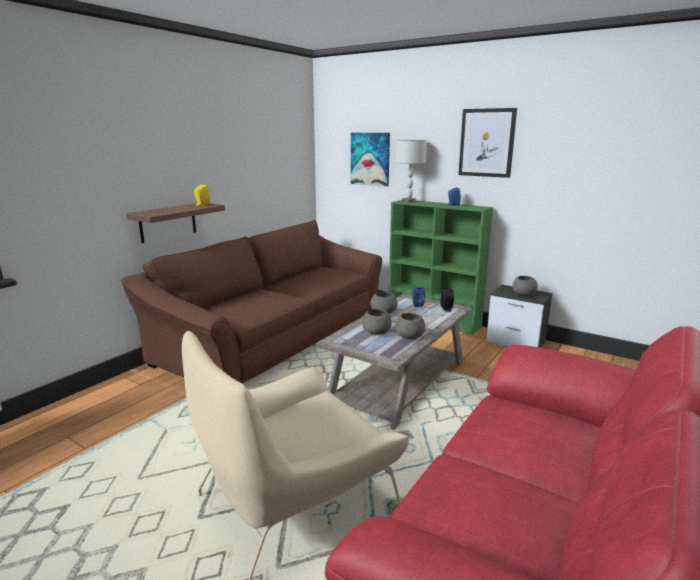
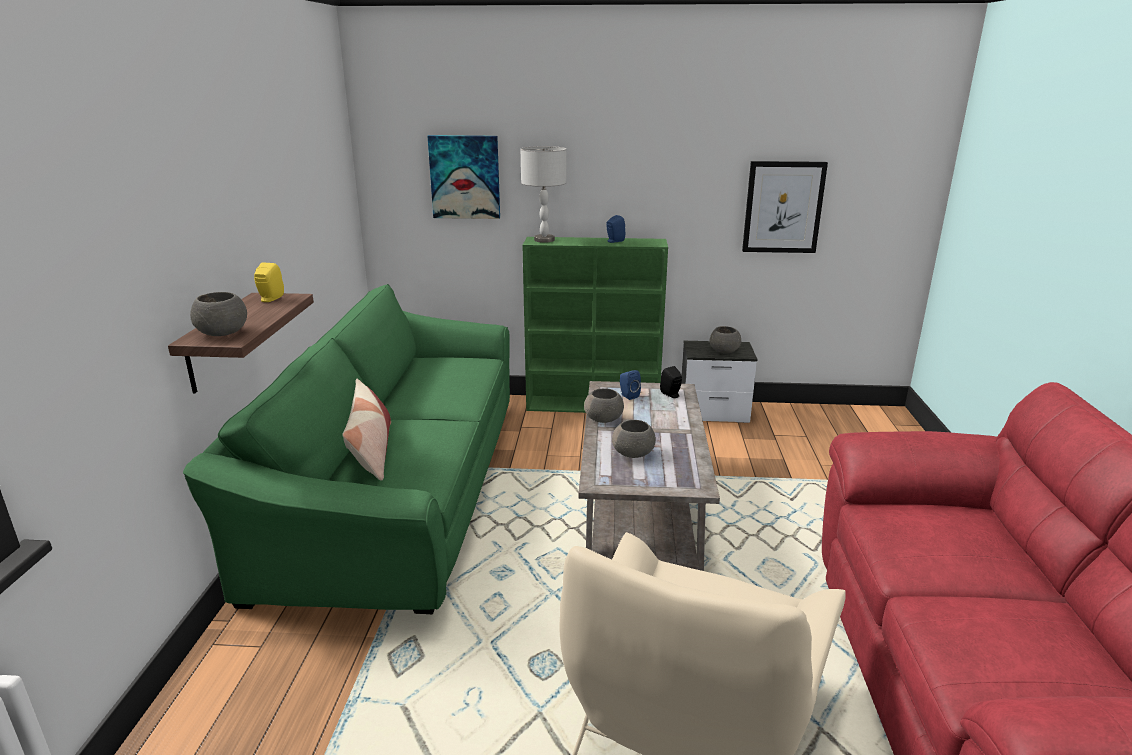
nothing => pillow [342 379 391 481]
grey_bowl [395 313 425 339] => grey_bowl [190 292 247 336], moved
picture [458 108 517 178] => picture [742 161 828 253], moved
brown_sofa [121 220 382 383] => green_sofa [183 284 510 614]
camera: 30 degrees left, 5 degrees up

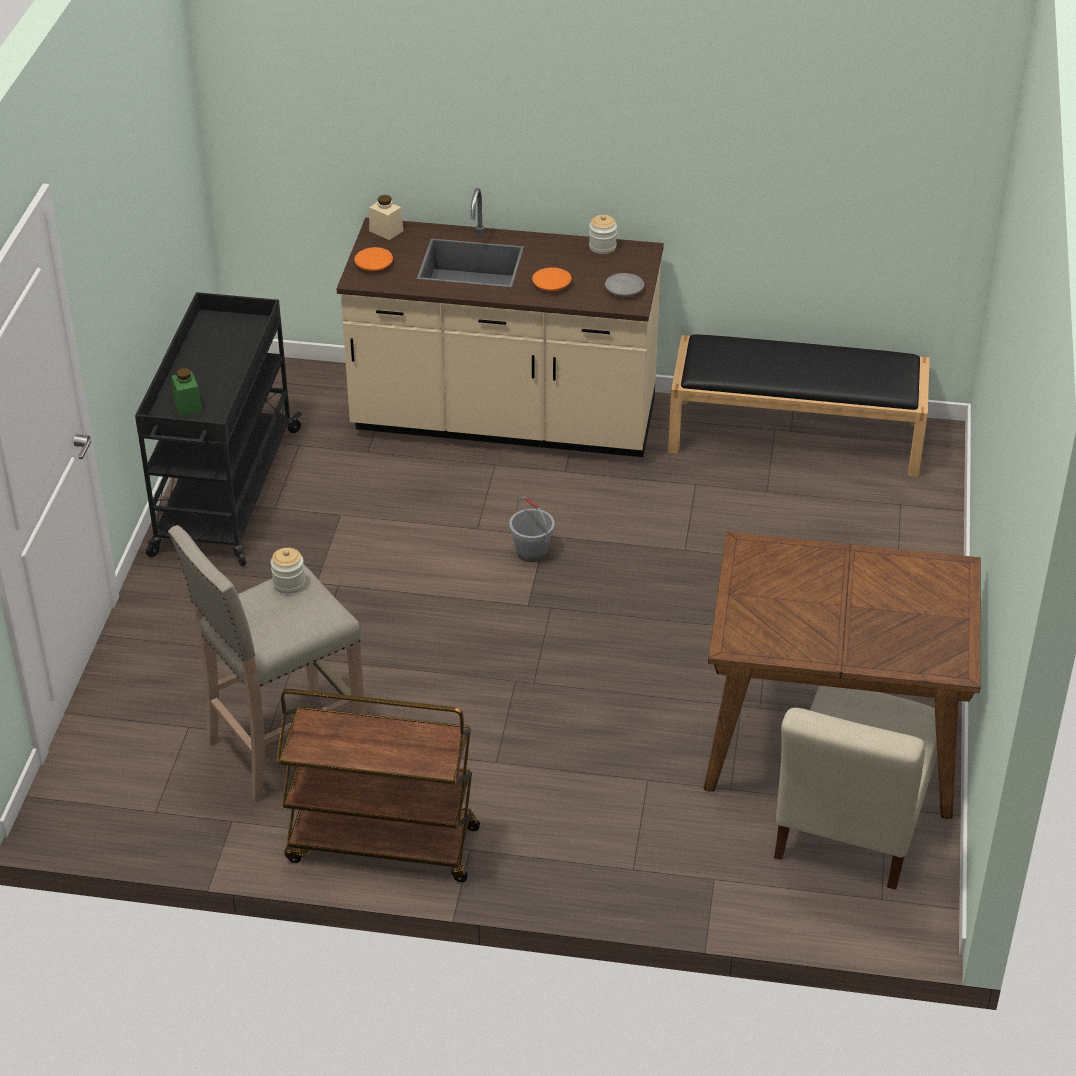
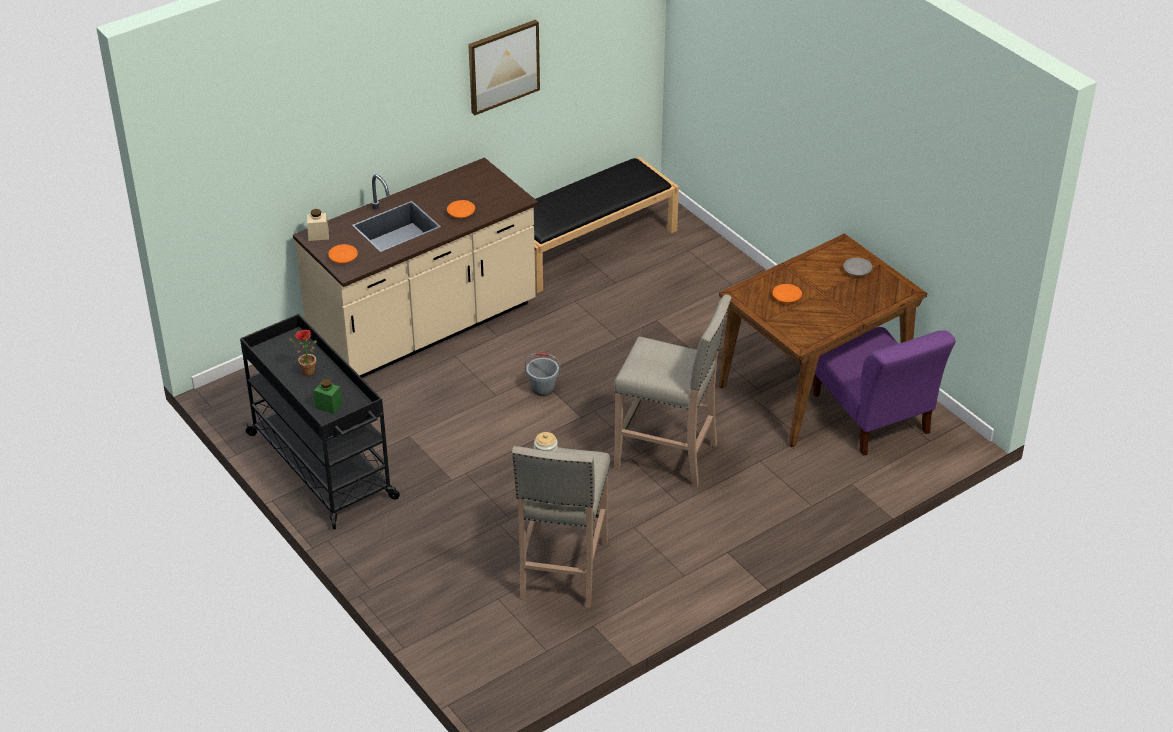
brown_cart [276 689 480 882] => nothing
jar [589 215 617 254] => nothing
nothing => potted_plant [289 330 317 376]
nothing => picture [468 20 540 115]
nothing => beige_stool [614 295 732 487]
nothing => orange_plate [773 284 802 303]
grey_plate [605 273 644 297] => grey_plate [843 258 872 276], moved
beige_chair [774 686 937 890] => purple_chair [813 327 956 456]
camera: 45 degrees left, 0 degrees up

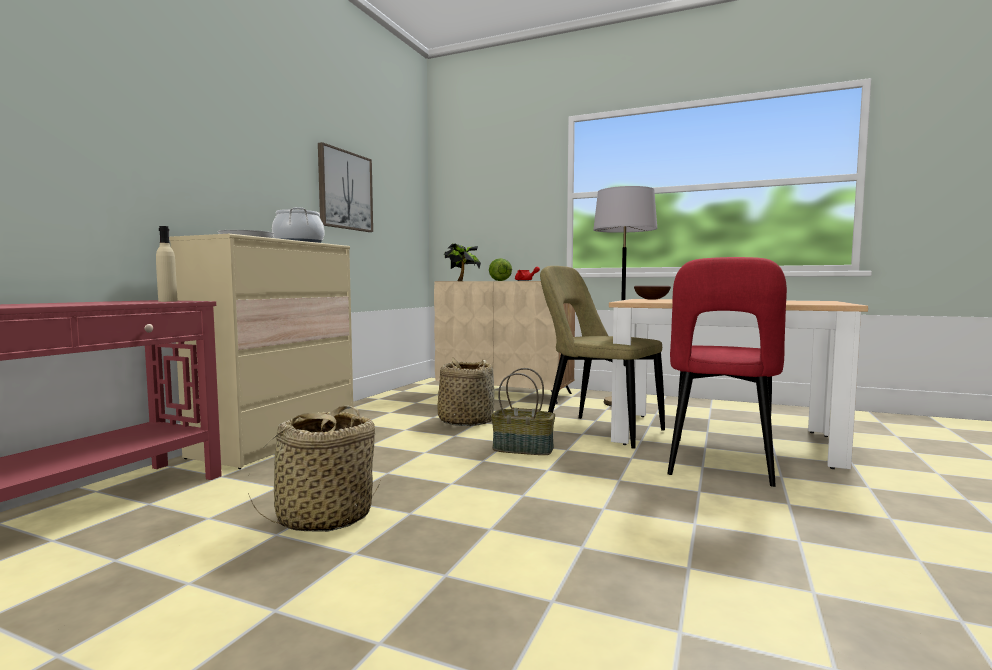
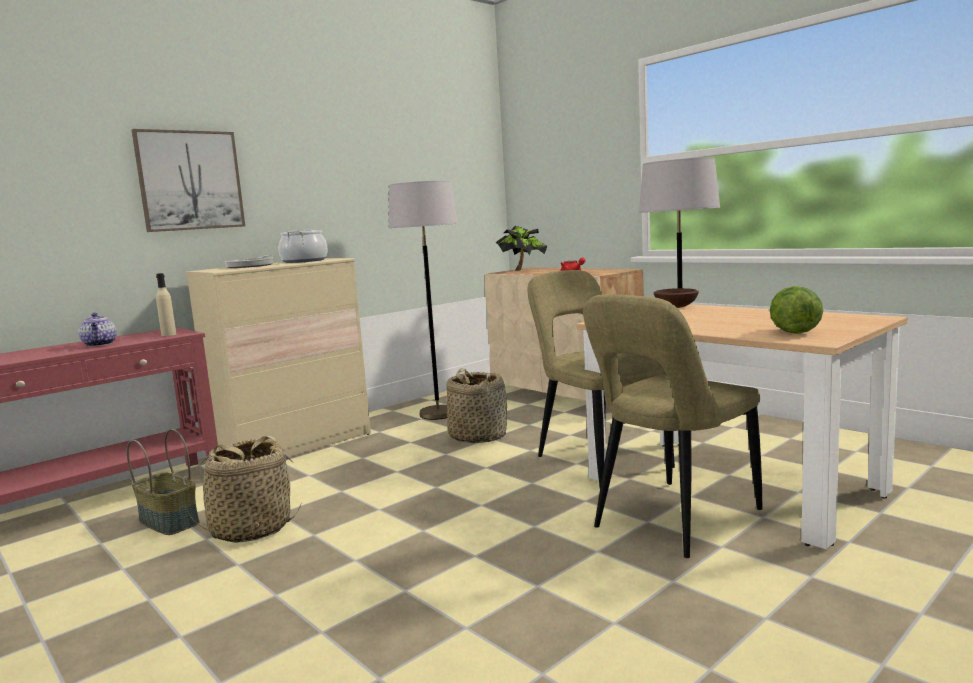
nothing => teapot [79 313 117 347]
nothing => grey_floor_lamp [389 181 458 420]
picture [318 142 373 232] => picture [132 129 245 232], moved
lettuce [489 258 512 281] => lettuce [770 286 823 334], moved
basket [491 368 555 455] => basket [127 429 199 535], moved
red_chair [667 257 787 487] => beige_chair [583 295 763 558]
camera: 25 degrees right, 5 degrees up

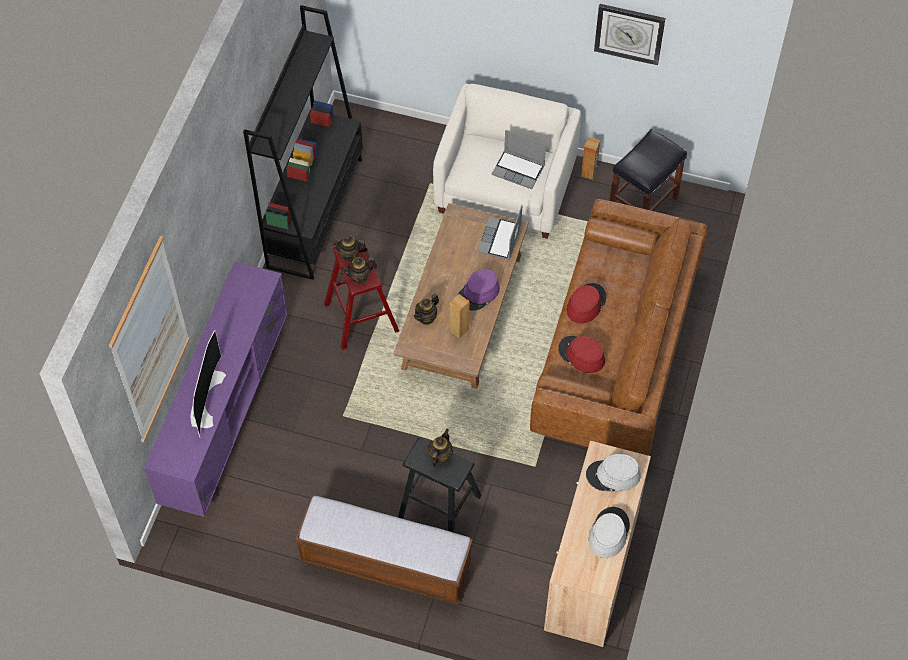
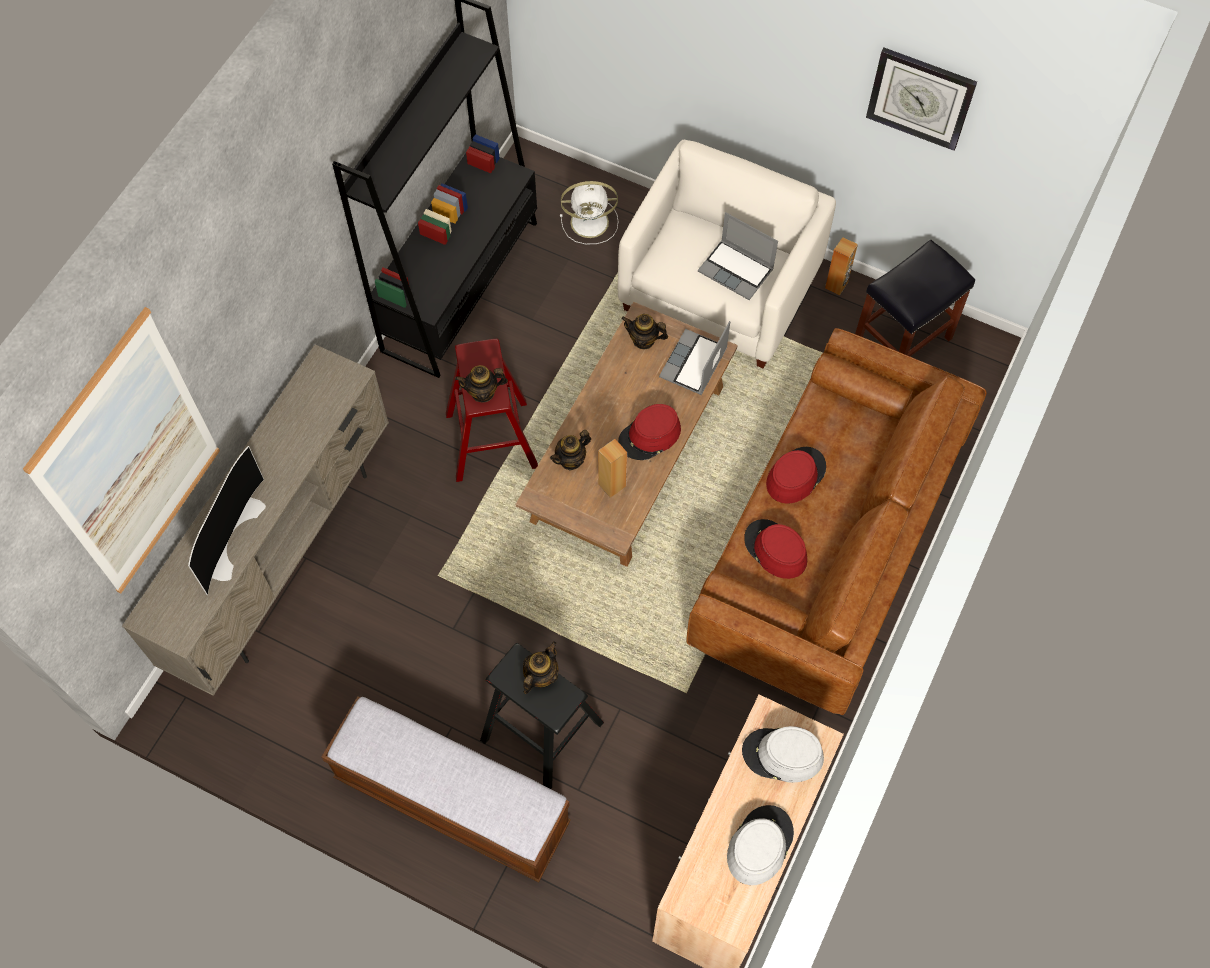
nothing => white_fan [560 181 618 244]
teapot [331 235 368 262] => teapot [622 314 668 350], moved
purple_tv_stand [144 262 288 517] => beige_tv_stand [122 344 389 696]
purple_hat [458 269 500 310] => red_hat [618 404 681 460]
camera: 10 degrees right, 5 degrees up

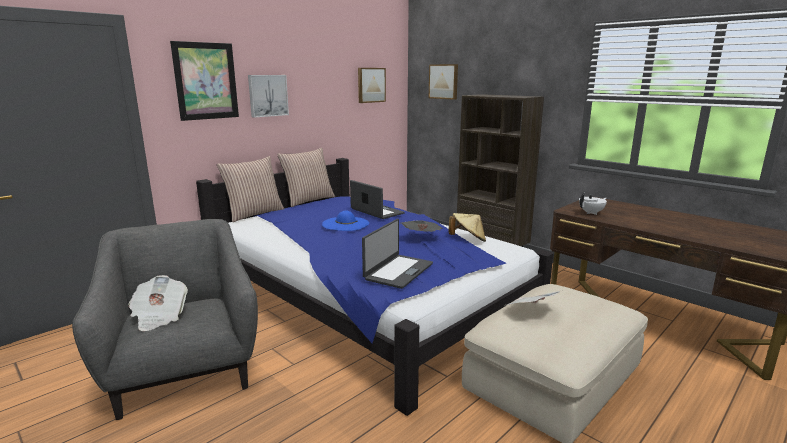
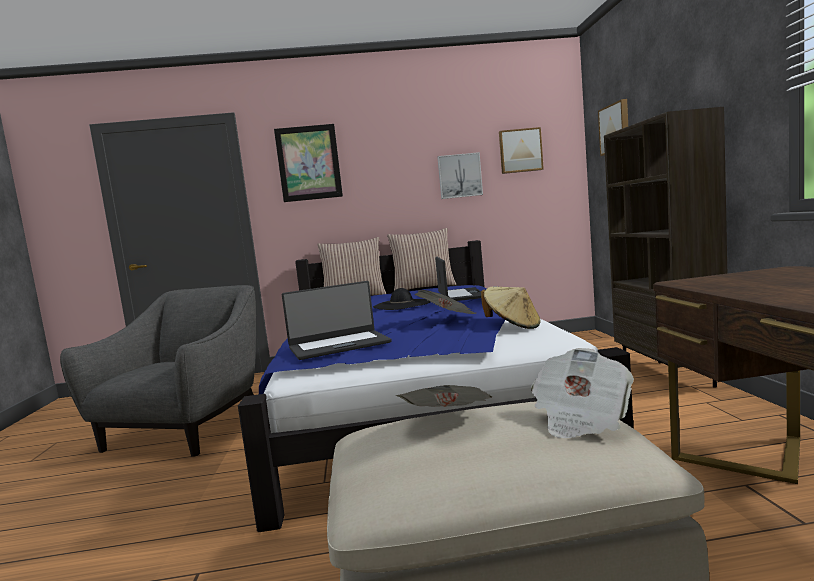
white_teapot [579 193 607 215] => nothing
newspaper [128 275 188 331] => newspaper [531 348 634 438], moved
picture [248 75 289 118] => picture [437 152 483 199], moved
blue_hat [322 210 369 231] => black_hat [373 288 430 310]
camera: 40 degrees right, 10 degrees down

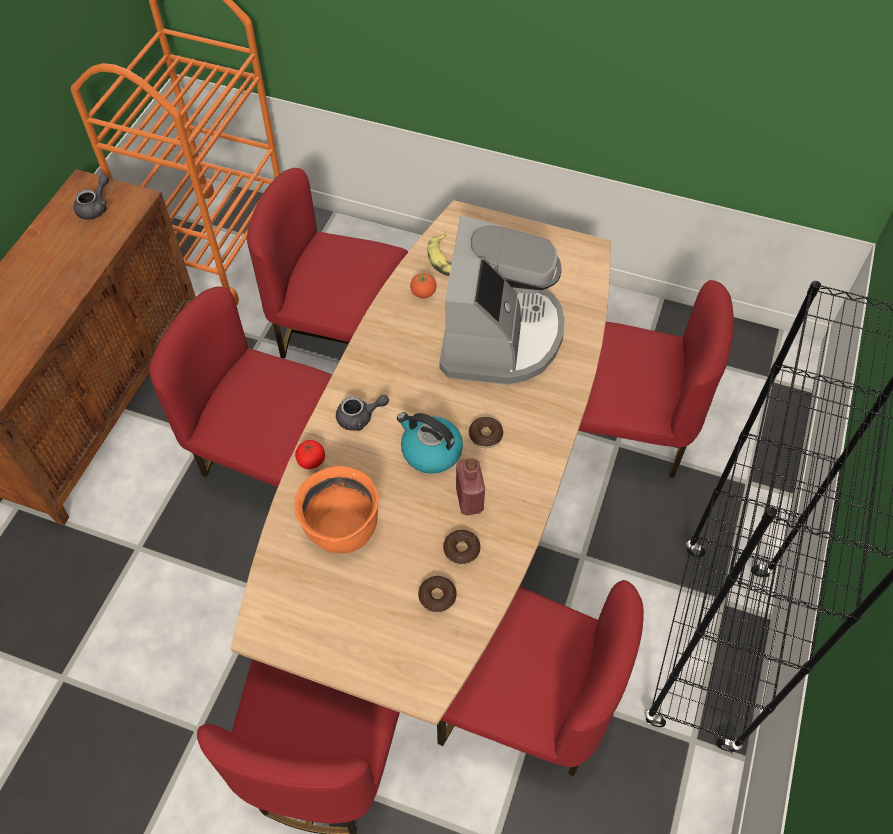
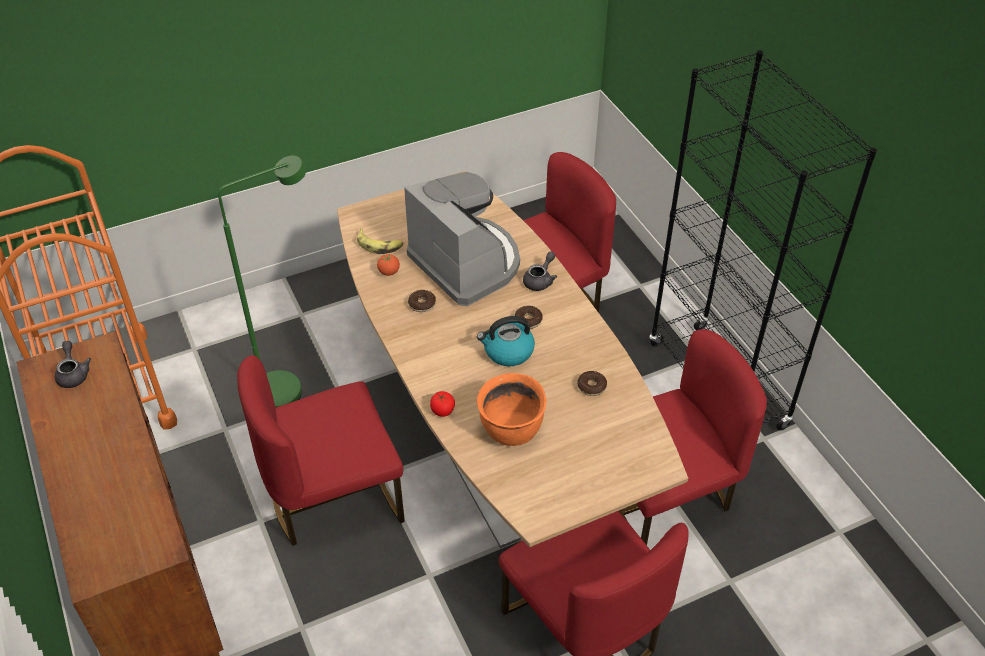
red_bottle [456 458 485 515] => nothing
grey_teapot [336 395 389 431] => grey_teapot [523 251 557 291], moved
donut [418 576 457 613] => donut [408 290 436 312], moved
red_chair [247 168 408 359] => green_floor_lamp [218 155 306 408]
camera: 45 degrees left, 10 degrees down

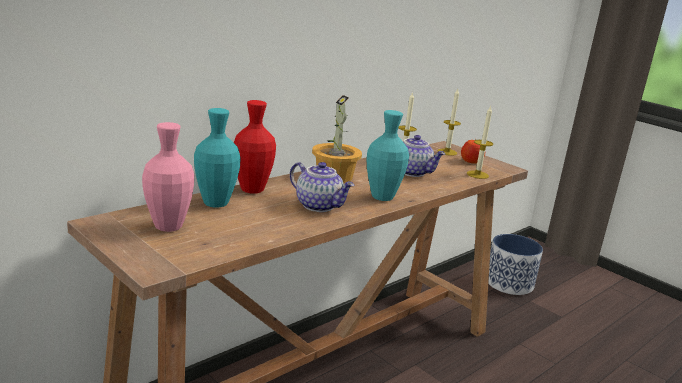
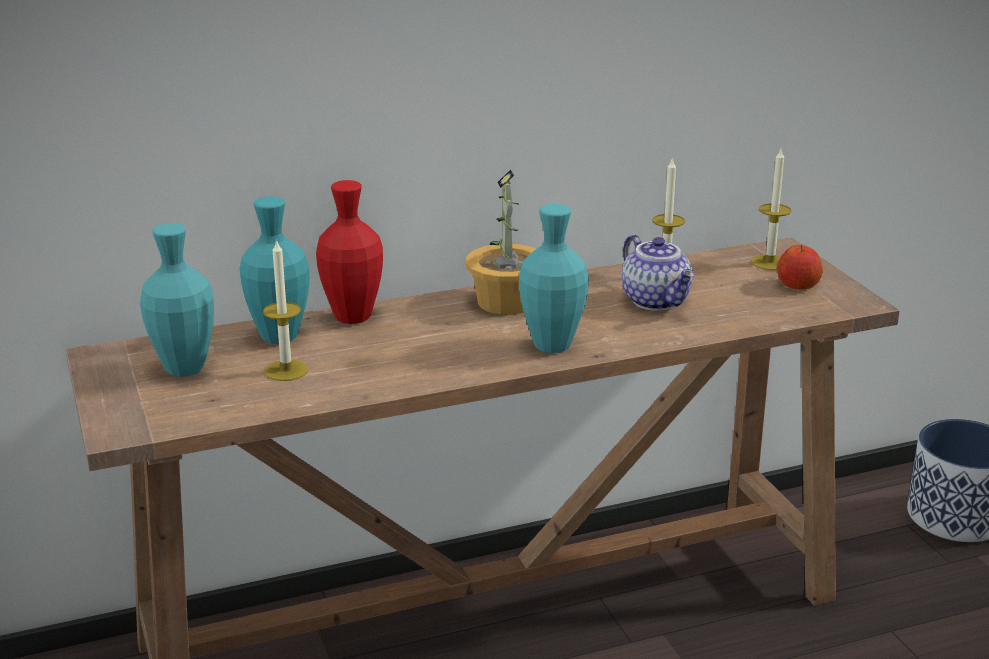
teapot [290 162 354 212] => nothing
candle [467 106 493 179] => candle [263 239 308 381], moved
pink_vase [142 122 194 232] => turquoise_vase [140 223 214 377]
camera: 25 degrees right, 5 degrees up

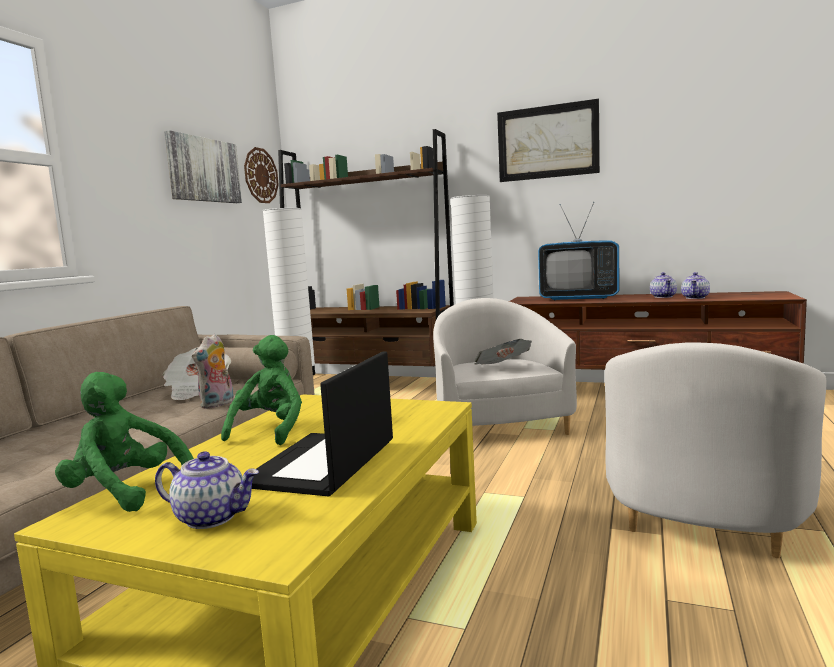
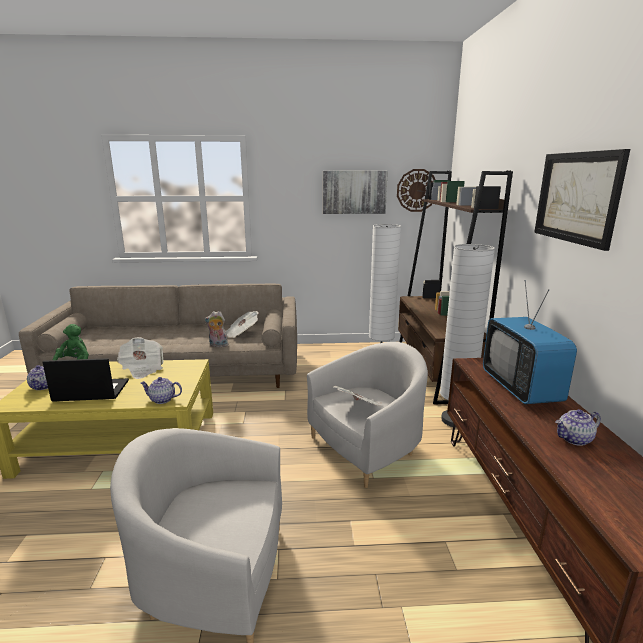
teapot [681 272 710 299] => teapot [140 377 182 404], moved
green_plush_toy [221 335 302 445] => newspaper [117 337 163 379]
camera: 65 degrees right, 10 degrees up

